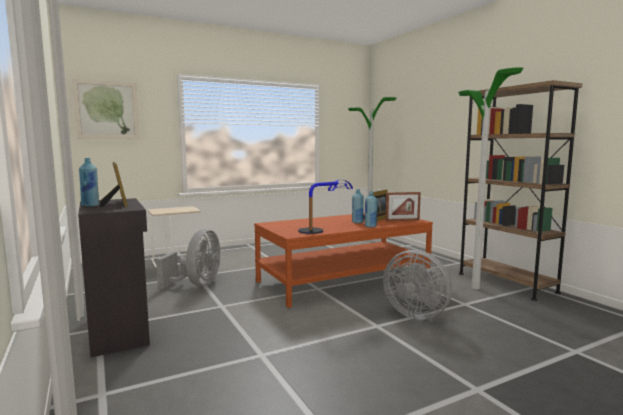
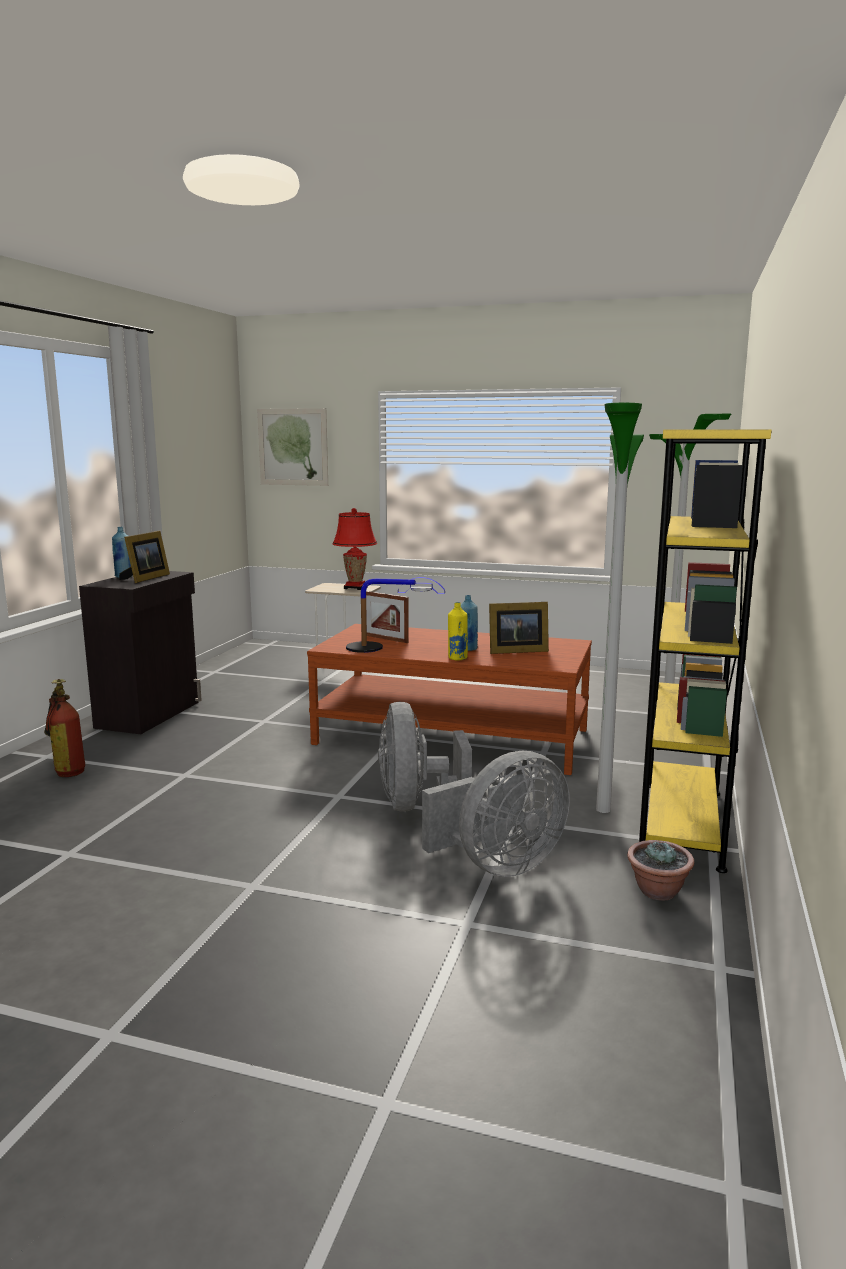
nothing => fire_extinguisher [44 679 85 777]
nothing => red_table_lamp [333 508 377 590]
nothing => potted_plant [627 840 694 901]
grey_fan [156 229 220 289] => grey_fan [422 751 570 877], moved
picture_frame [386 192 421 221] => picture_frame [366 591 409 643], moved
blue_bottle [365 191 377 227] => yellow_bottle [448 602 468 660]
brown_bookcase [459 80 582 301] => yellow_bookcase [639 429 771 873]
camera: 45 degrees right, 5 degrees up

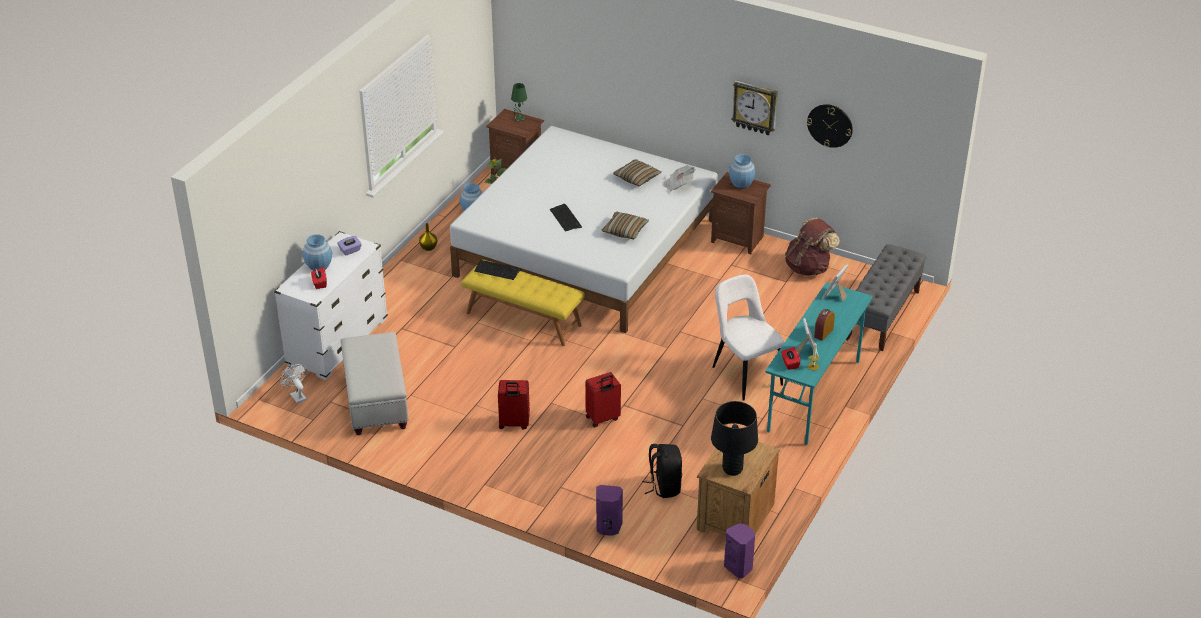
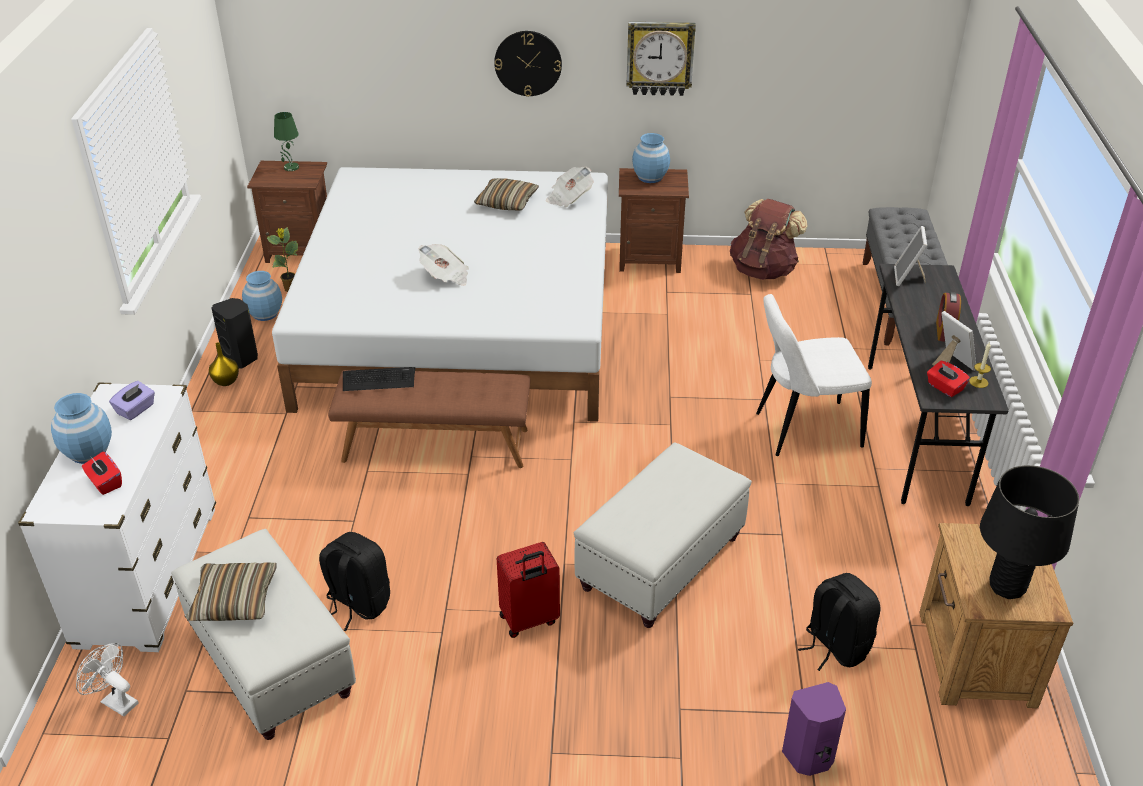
purple_speaker [724 523 755 578] => nothing
nothing => black_speaker [211 298 258 368]
nothing => black_backpack [319 532 390 631]
pillow [602 212 649 239] => pillow [186 562 277 621], moved
wall_clock [807 104 853 148] => wall_clock [494 31 562 97], moved
keyboard [550 204 582 232] => newspaper [418 244 469 286]
red_suitcase [585 372 621 428] => white_ottoman [574 442 752 628]
yellow_bench [461 259 585 346] => brown_bench [328 370 530 468]
turquoise_desk [766 282 873 445] => grey_desk [868 264 1009 506]
white_chair [713 275 784 401] => white_chair [756 294 872 456], 45 degrees counterclockwise
camera: 25 degrees left, 0 degrees up

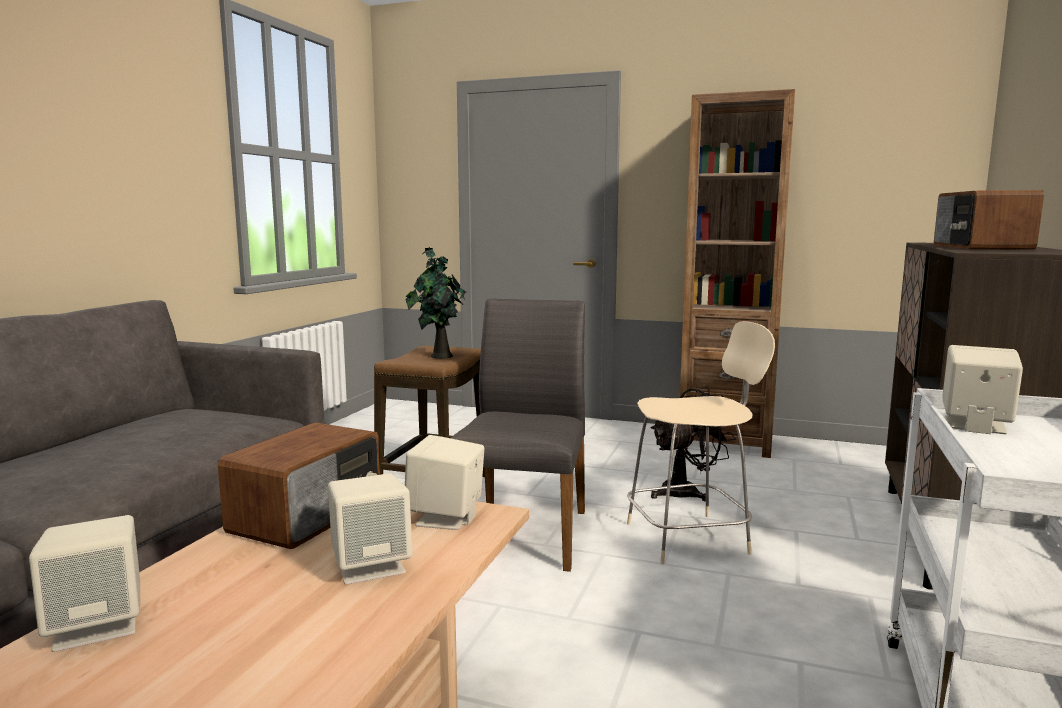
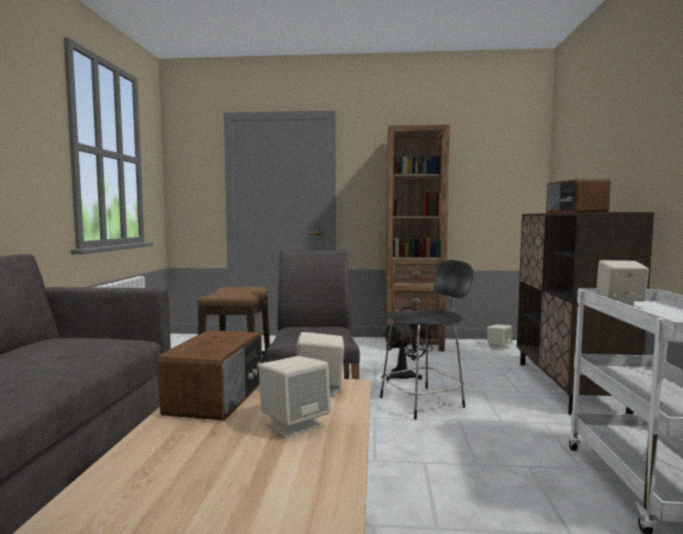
potted_plant [405 247 466 359] => nothing
beige_speaker [29 515 140 652] => beige_speaker [487 324 512 350], moved
beige_chair [627 321 775 564] => black_chair [380 260 473 420]
camera: 15 degrees left, 5 degrees down

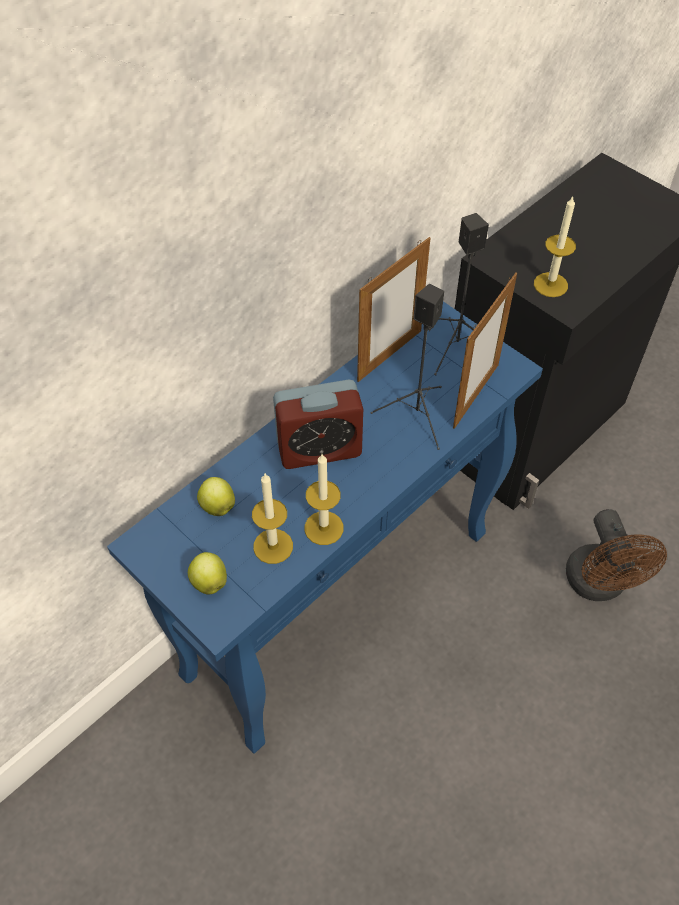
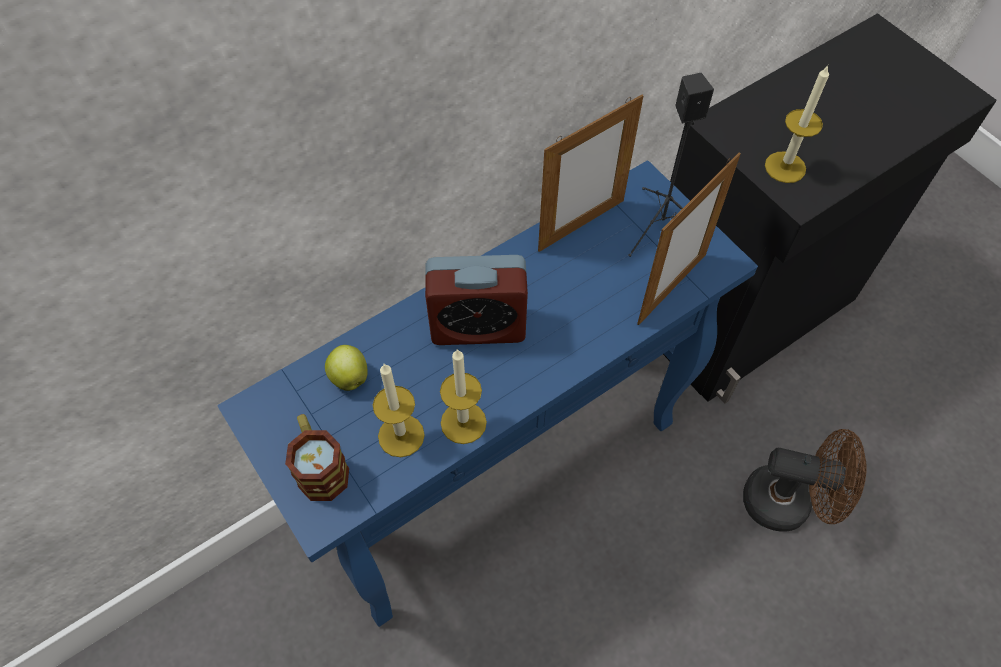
black_speaker [370 284 444 450] => nothing
apple [188 552 227 595] => mug [285 414 349 501]
brown_fan [566 509 667 601] => brown_fan [743 429 867 531], 75 degrees counterclockwise
camera: 10 degrees right, 5 degrees up

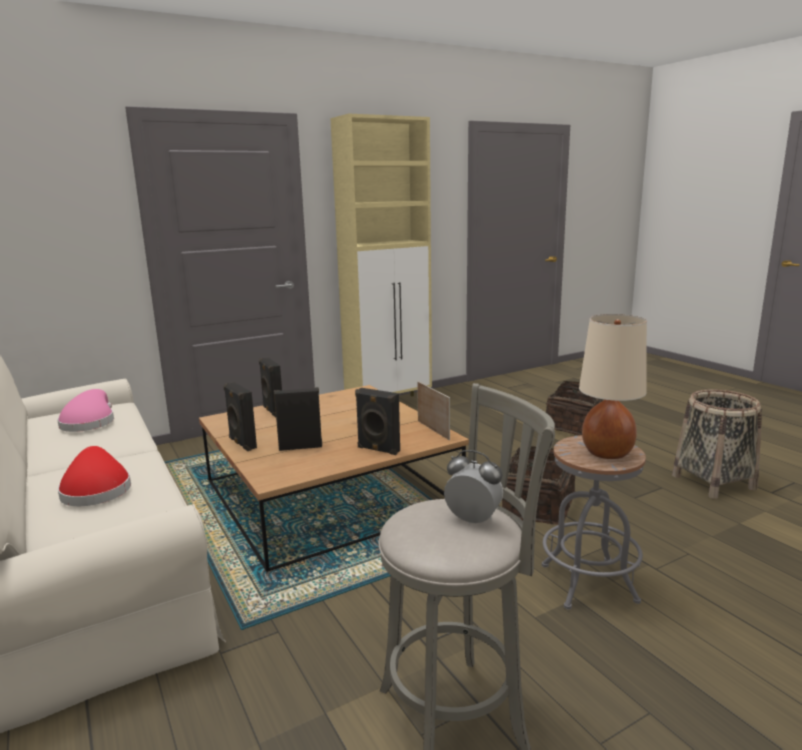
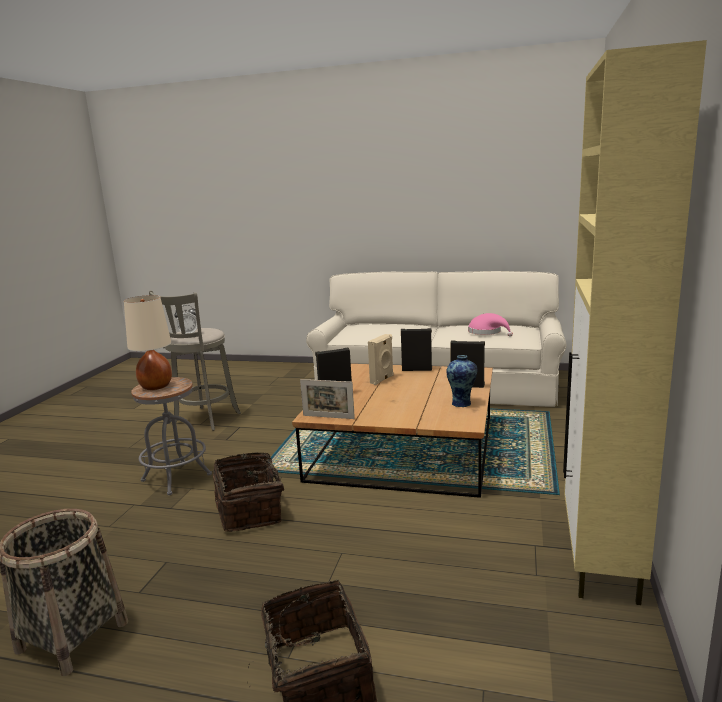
red_hat [58 446 131 506] => nothing
nothing => vase [446 355 477 408]
black_speaker [274 387 322 451] => beige_speaker [368 334 394 385]
camera: 135 degrees right, 0 degrees up

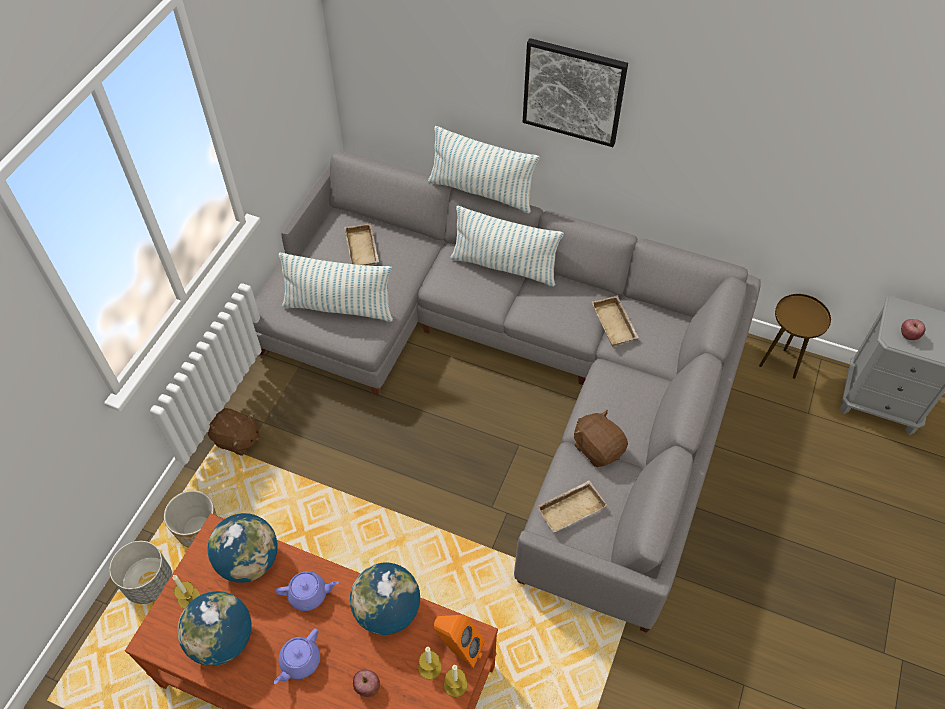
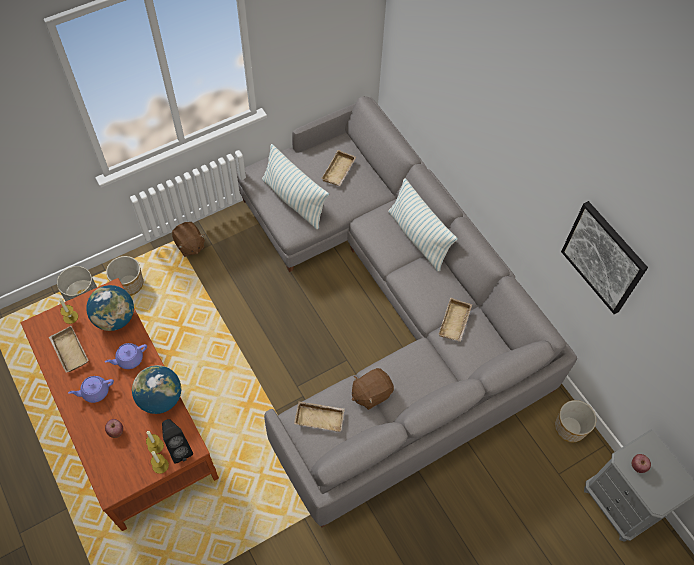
pillow [428 126 540 214] => nothing
picture [523 38 628 147] => picture [561 201 648 314], moved
globe [177 591 252 666] => beige_tray [49 326 89 372]
brown_side_table [759 294 831 379] => planter [555 400 596 442]
orange_speaker [434 615 485 668] => black_speaker [162 419 193 464]
purple_teapot [275 571 339 611] => purple_teapot [105 343 147 369], 120 degrees clockwise
brown_plush_toy [574 410 628 467] => brown_plush_toy [352 368 394 410], 120 degrees counterclockwise
camera: 35 degrees right, 5 degrees up

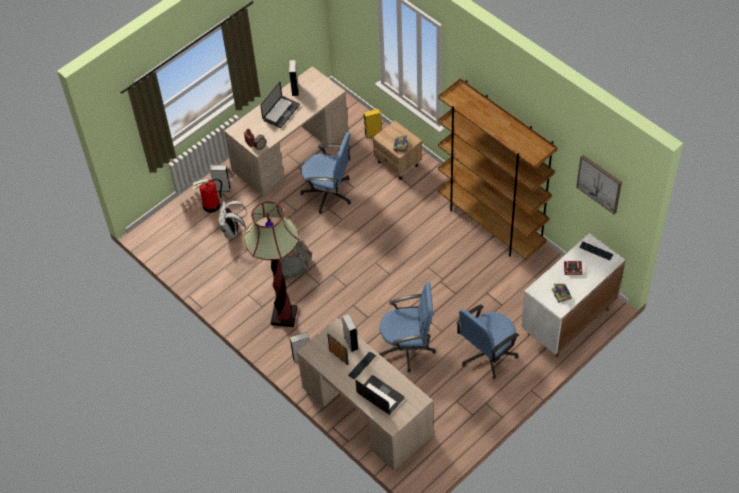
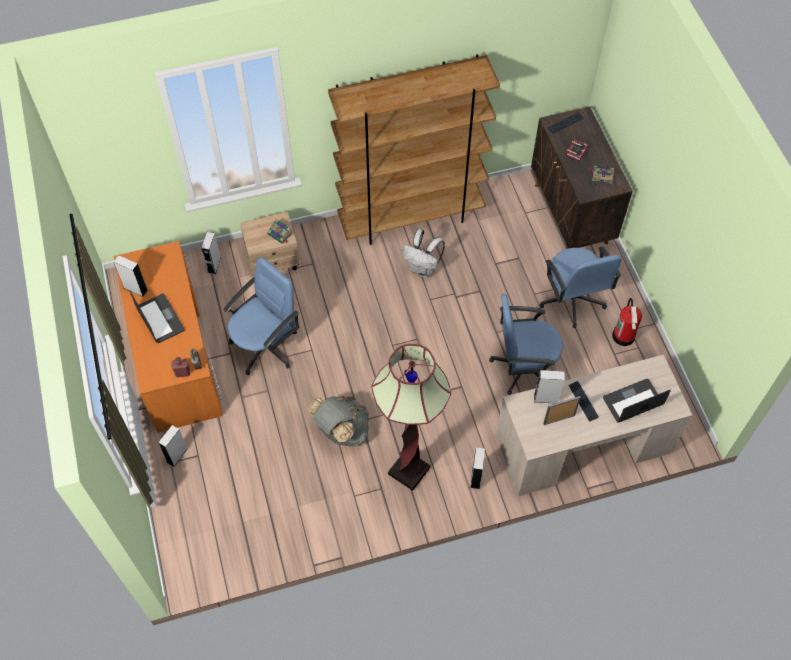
picture [576 155 622 214] => nothing
fire_extinguisher [192 179 222 213] => fire_extinguisher [612 298 642 346], moved
white_backpack [219 201 247 238] => white_backpack [402 229 445 278], moved
beige_desk [224 66 349 197] => orange_desk [114 241 223 433]
yellow_speaker [364 108 381 139] => grey_speaker [201 232 221 274]
white_cabinet [521 233 626 357] => brown_cabinet [531 107 633 249]
blue_office_chair [379 282 436 373] => blue_office_chair [489 294 563 395], 120 degrees counterclockwise
camera: 65 degrees left, 5 degrees up

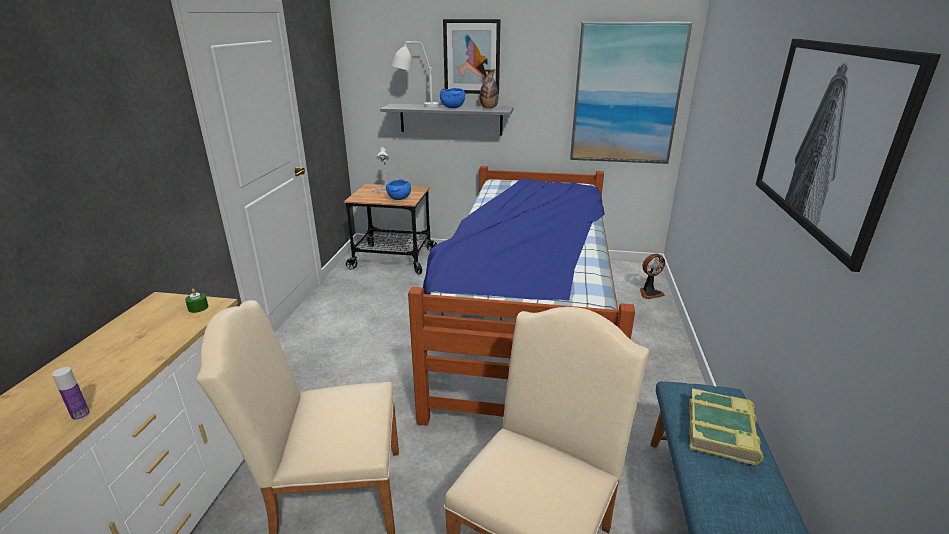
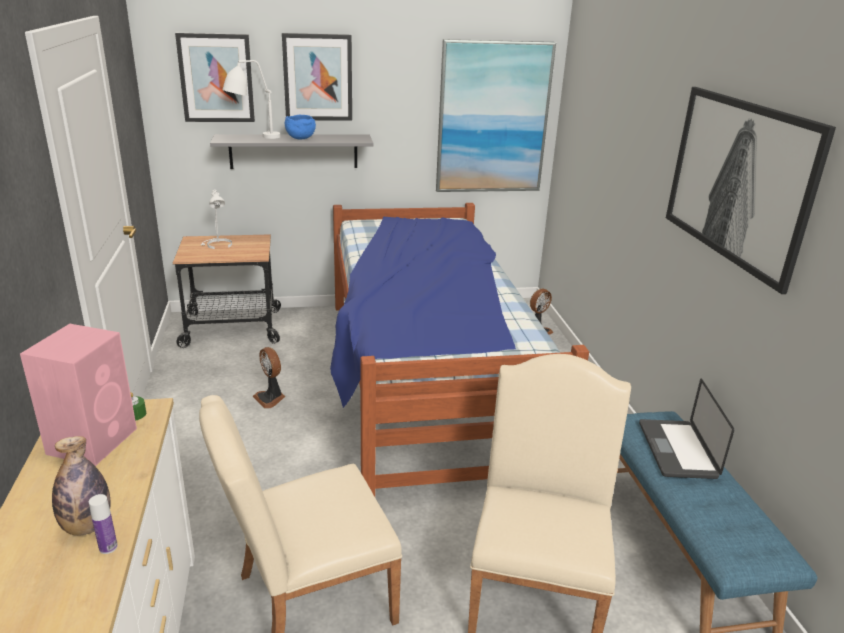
blue_bowl [386 179 411 200] => nothing
nothing => pink_speaker [20 324 137 466]
nothing => picture [175 33 255 122]
nothing => fan [253 347 285 408]
bottle [480 69 499 108] => bottle [52 436 110 536], moved
book [689 388 764 465] => laptop [639 379 734 479]
camera: 20 degrees left, 0 degrees up

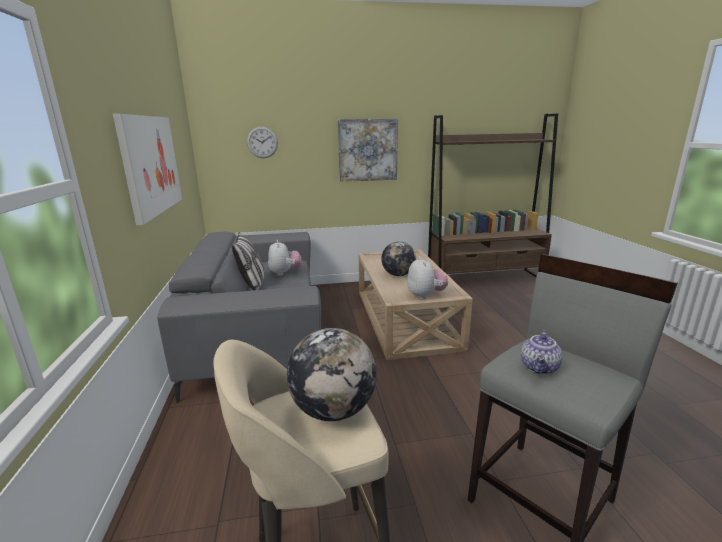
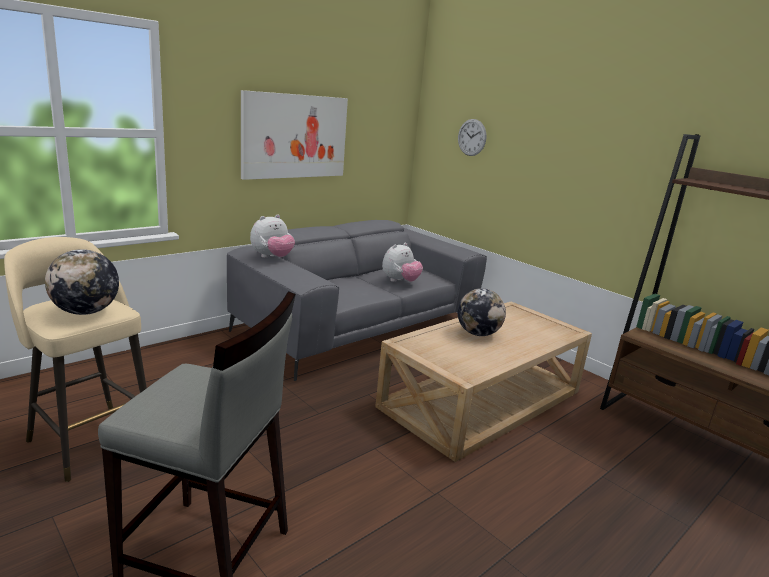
pillow [232 232 264 290] => nothing
picture [338 119 398 182] => nothing
teapot [521 330 562 375] => nothing
plush_toy [407 257 448 299] => plush_toy [250 214 295 258], moved
camera: 55 degrees right, 0 degrees up

